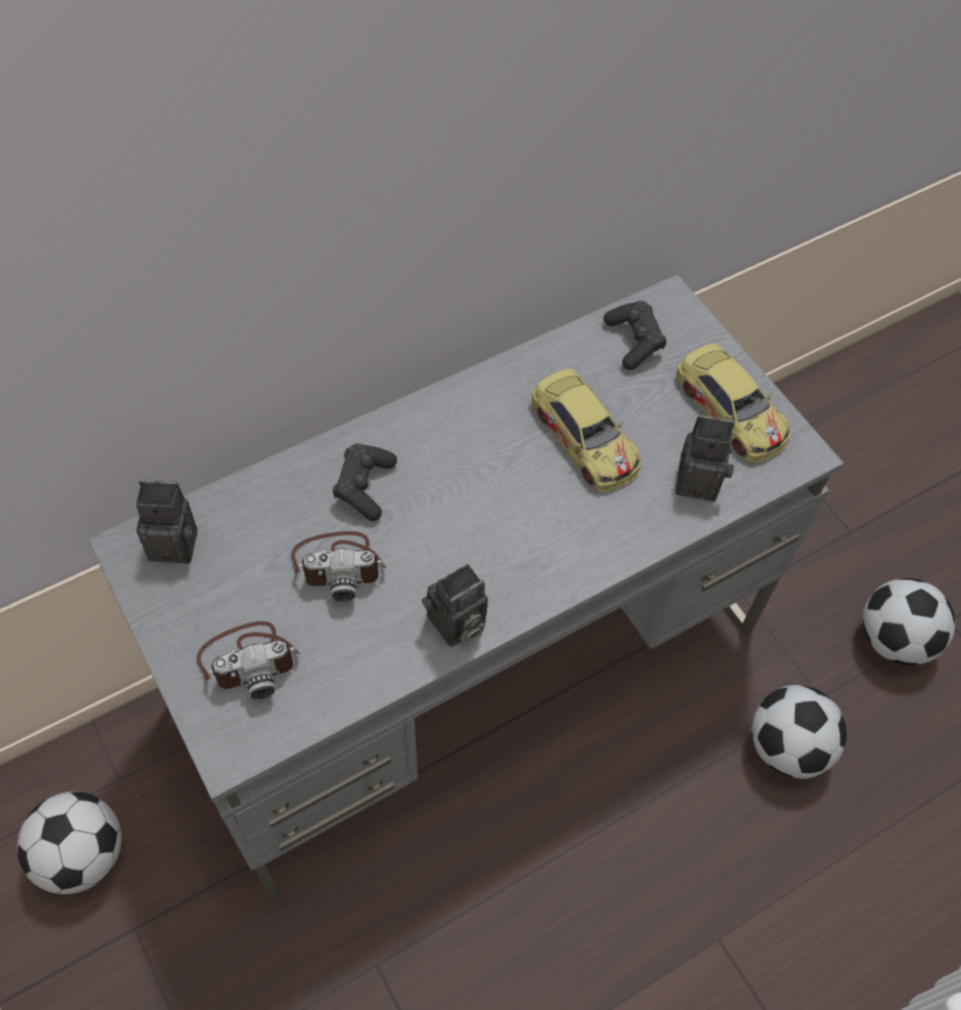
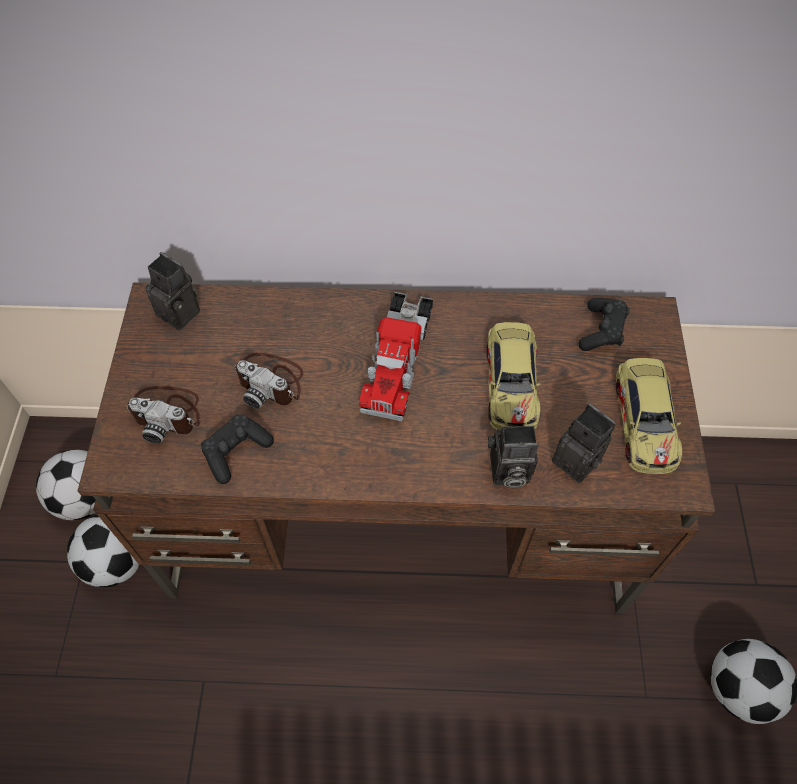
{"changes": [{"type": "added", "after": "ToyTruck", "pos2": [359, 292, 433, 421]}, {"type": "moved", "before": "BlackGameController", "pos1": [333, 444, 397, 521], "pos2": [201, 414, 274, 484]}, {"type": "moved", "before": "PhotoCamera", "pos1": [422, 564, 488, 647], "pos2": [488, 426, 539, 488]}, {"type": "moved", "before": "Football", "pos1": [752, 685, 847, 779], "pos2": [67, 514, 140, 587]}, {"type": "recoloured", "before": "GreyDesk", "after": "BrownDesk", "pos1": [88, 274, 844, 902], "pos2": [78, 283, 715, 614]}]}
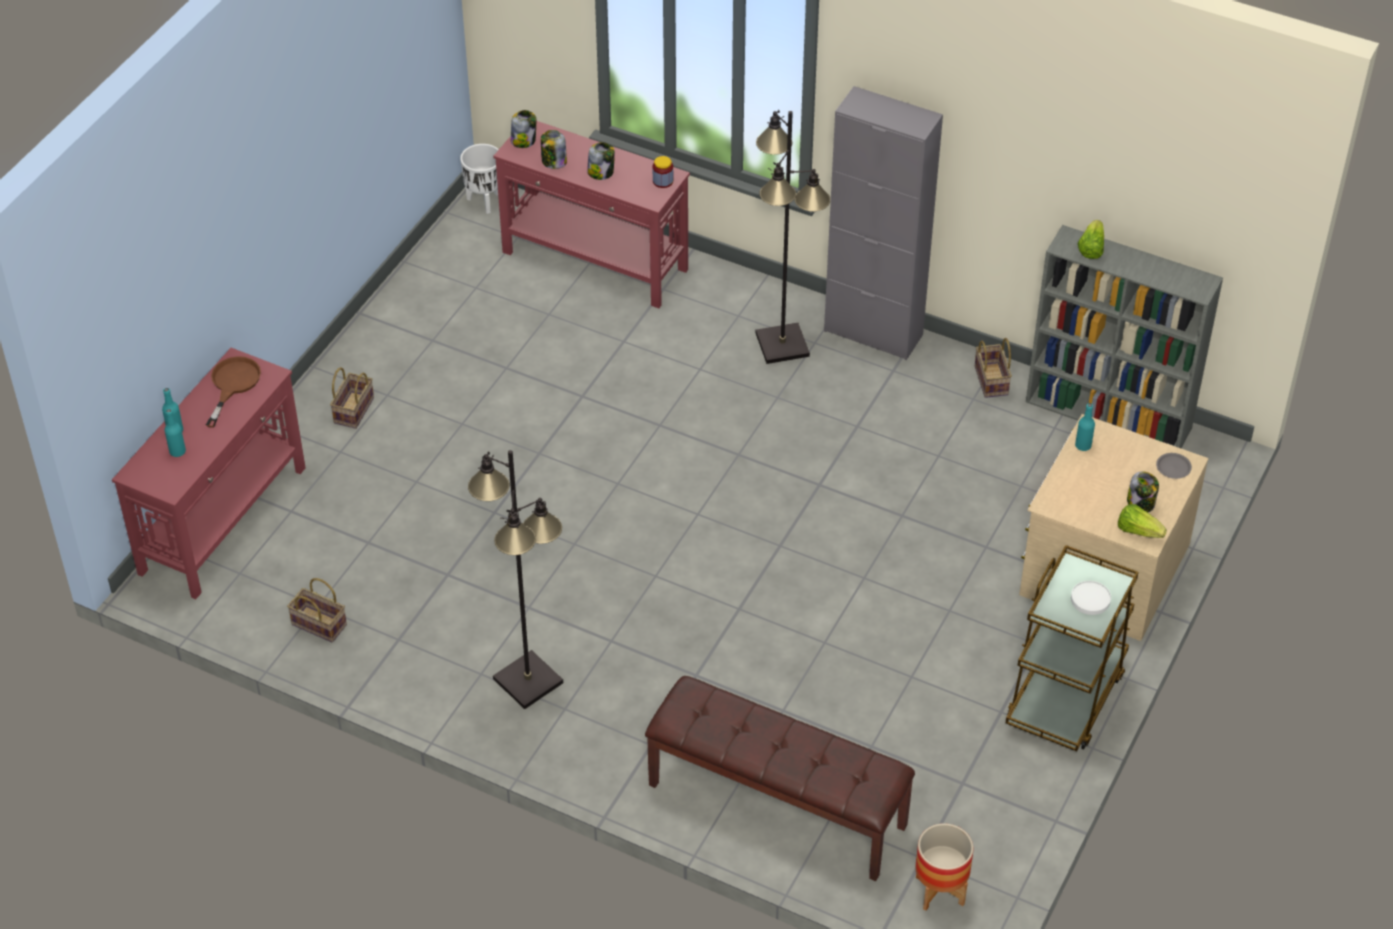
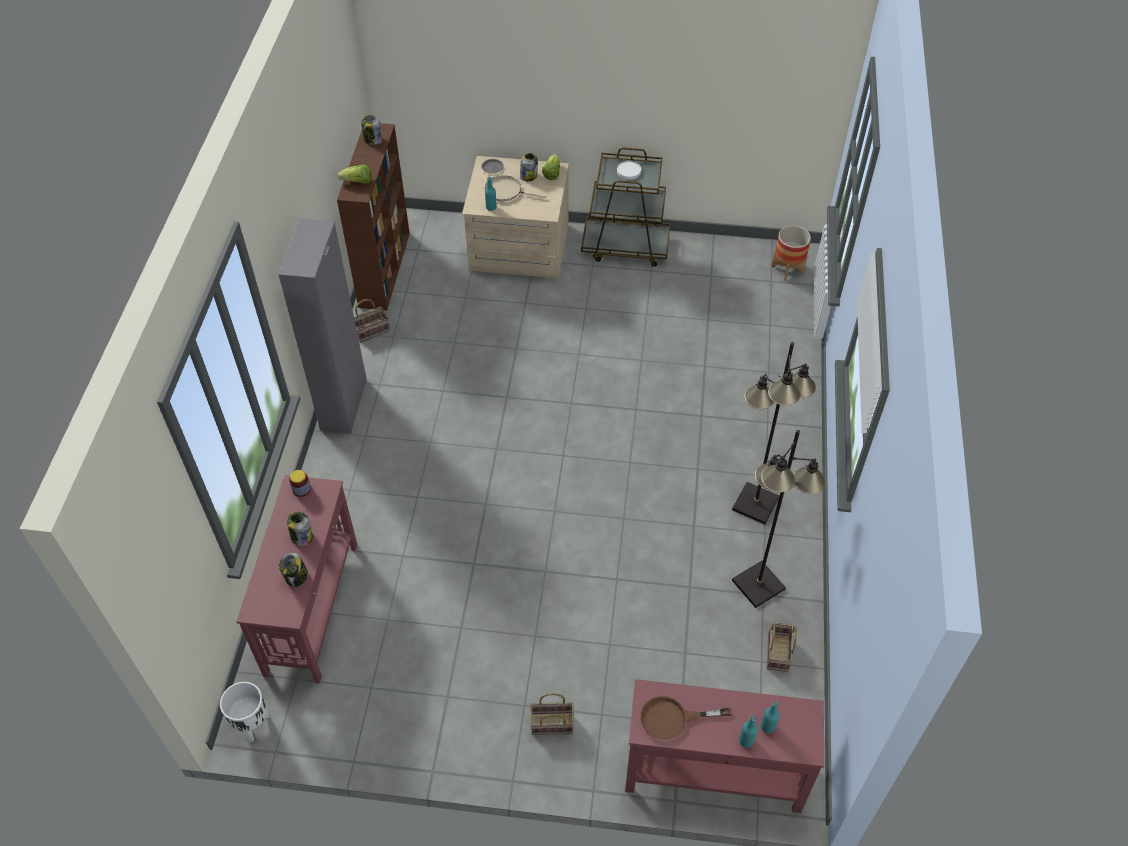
{"changes": [{"type": "removed", "before": "BrownBench", "pos1": [645, 676, 915, 881]}, {"type": "added", "after": "BeigeFryingPan", "pos2": [485, 175, 546, 201]}, {"type": "moved", "before": "Jar", "pos1": [511, 110, 536, 148], "pos2": [361, 115, 383, 145]}, {"type": "moved", "before": "BlackFloorLamp", "pos1": [756, 110, 830, 364], "pos2": [732, 430, 826, 608]}, {"type": "recoloured", "before": "GreyBookcase", "after": "BrownBookcase", "pos1": [1026, 225, 1223, 448], "pos2": [337, 123, 410, 311]}]}
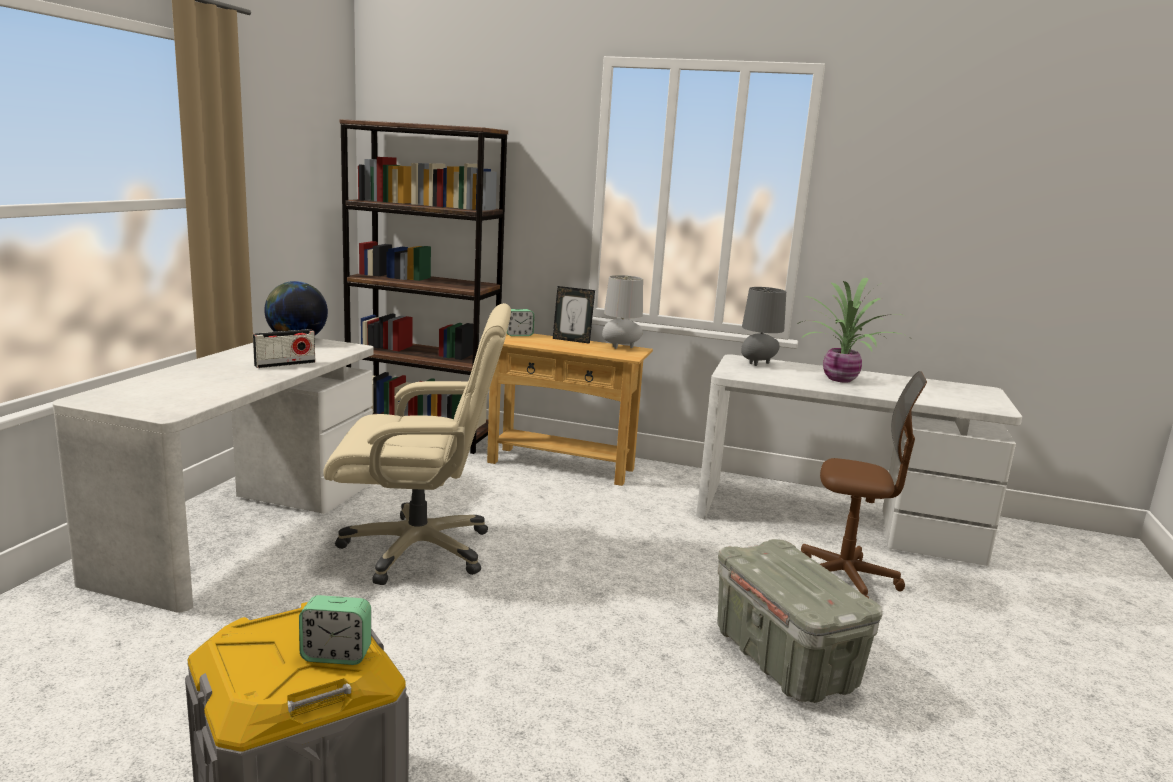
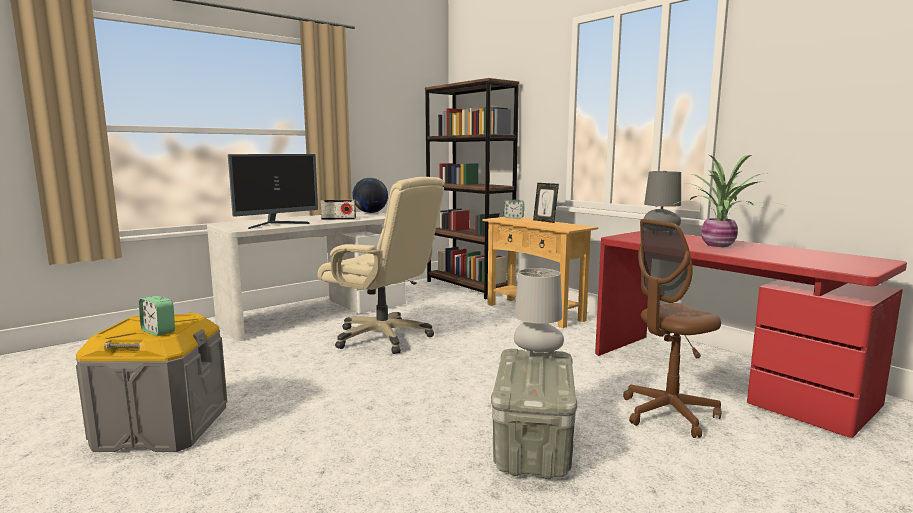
{"changes": [{"type": "added", "after": "Monitor", "pos2": [228, 154, 318, 229]}, {"type": "moved", "before": "GreyTableLamp", "pos1": [602, 275, 643, 349], "pos2": [514, 268, 564, 358]}, {"type": "recoloured", "before": "WhiteDesk", "after": "RedDesk", "pos1": [697, 355, 1022, 566], "pos2": [595, 231, 907, 438]}, {"type": "turned", "before": "BrownOfficeChair", "pos1": [801, 371, 927, 598], "pos2": [623, 219, 721, 438], "turn": 105}]}
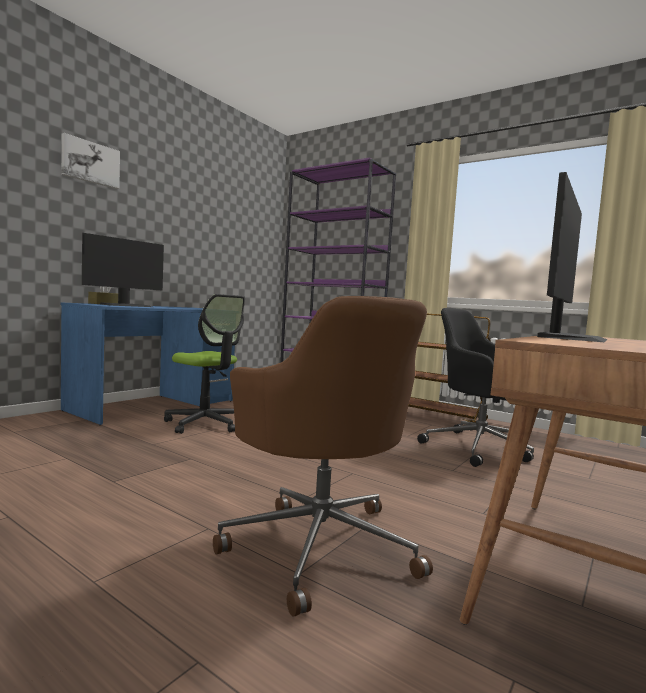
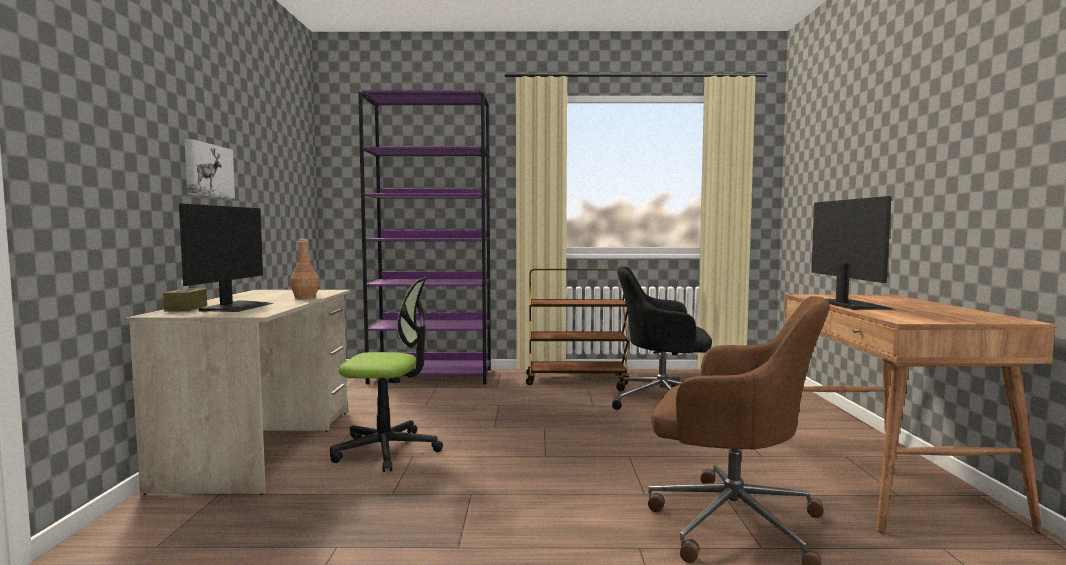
{"changes": [{"type": "added", "after": "BrownBottle", "pos2": [290, 239, 319, 299]}, {"type": "moved", "before": "Picture", "pos1": [61, 133, 120, 189], "pos2": [184, 139, 235, 199]}, {"type": "recoloured", "before": "BlueDesk", "after": "BeigeDesk", "pos1": [60, 302, 235, 425], "pos2": [126, 290, 350, 495]}]}
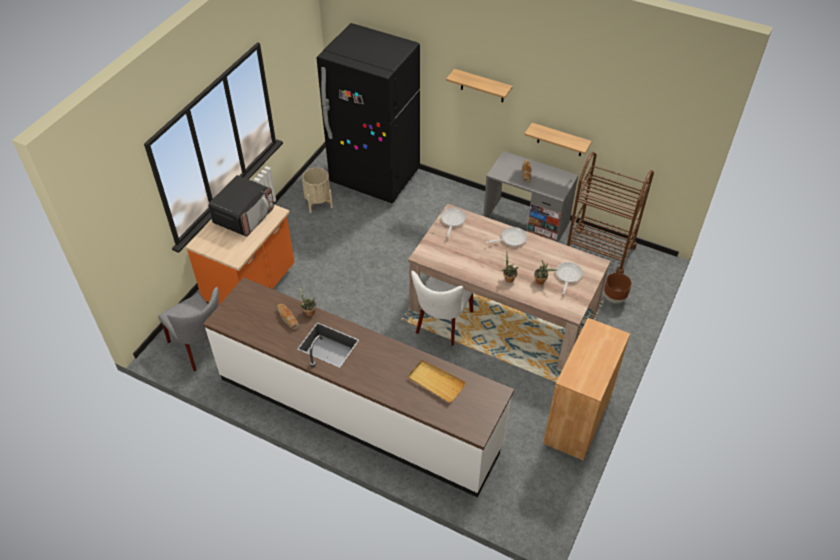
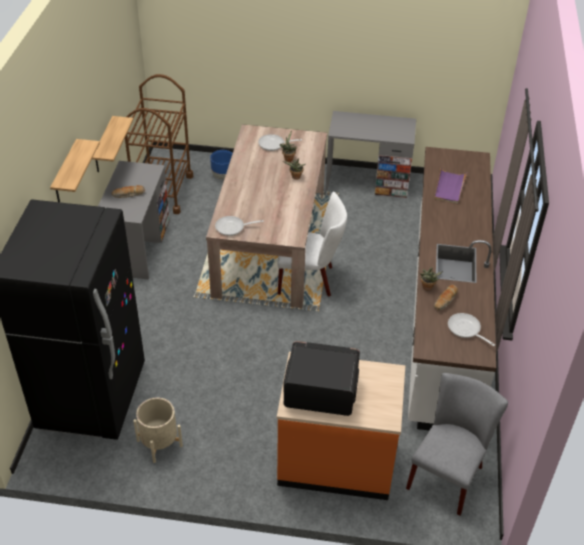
{"changes": [{"type": "moved", "before": "FryingPan", "pos1": [486, 227, 527, 246], "pos2": [448, 313, 495, 346]}, {"type": "replaced", "before": "BrownCabinet", "after": "GreyDesk", "pos1": [543, 318, 630, 460], "pos2": [325, 111, 416, 198]}, {"type": "recoloured", "before": "BeigeTray", "after": "PurpleTray", "pos1": [407, 360, 466, 403], "pos2": [435, 168, 467, 204]}, {"type": "recoloured", "before": "BrownPlanter", "after": "BluePlanter", "pos1": [604, 273, 632, 304], "pos2": [210, 150, 233, 180]}]}
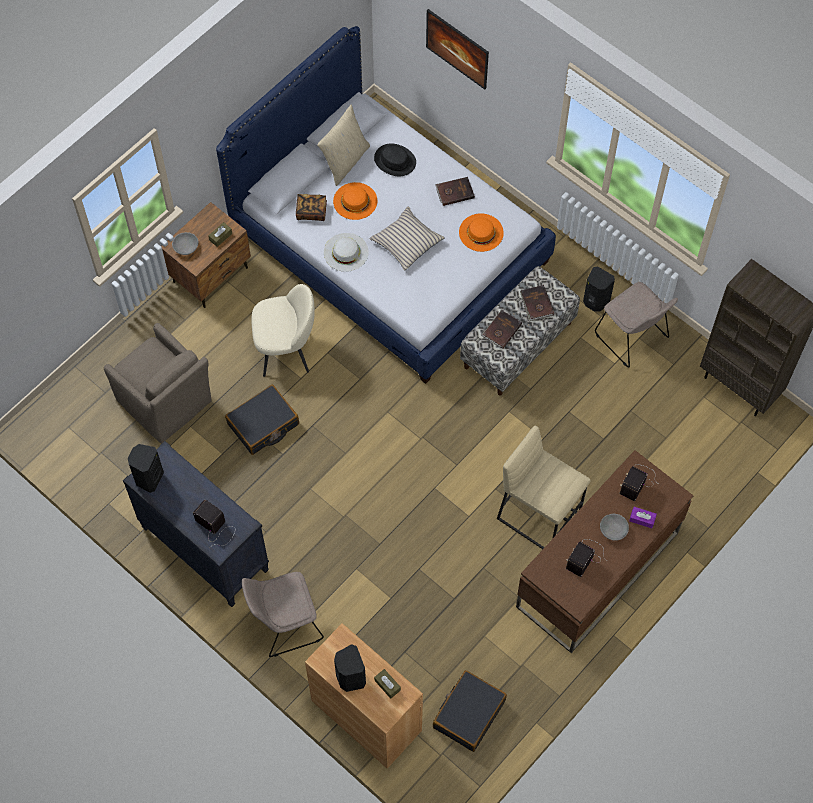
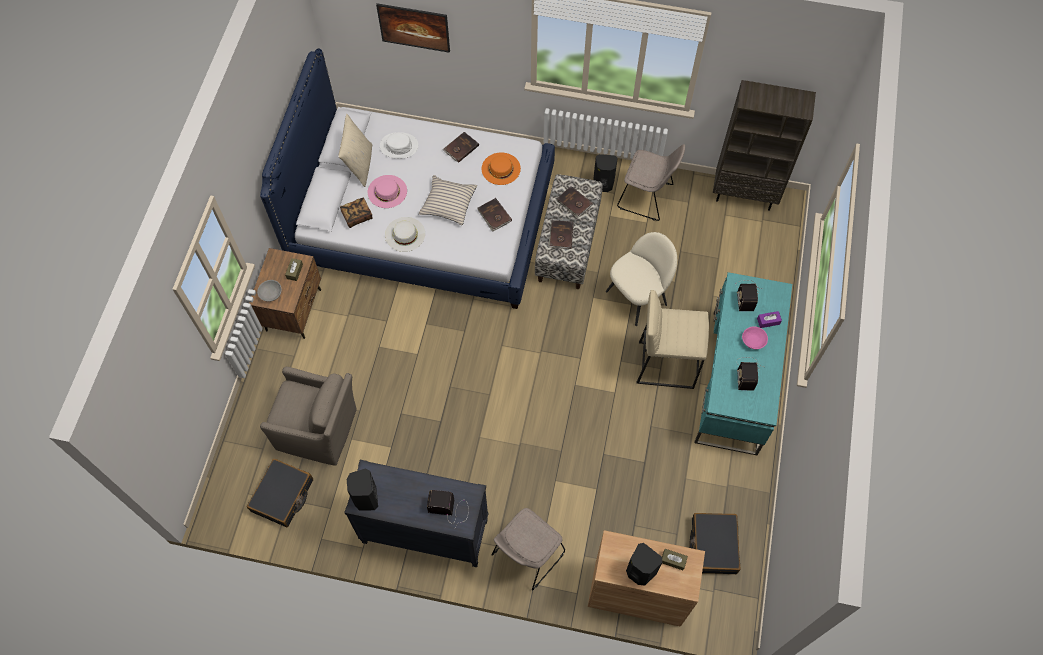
{"changes": [{"type": "added", "after": "BrownBook", "pos2": [477, 198, 512, 232]}, {"type": "moved", "before": "BlackSuitcase", "pos1": [225, 385, 299, 455], "pos2": [247, 459, 313, 527]}, {"type": "moved", "before": "BeigeChair", "pos1": [251, 284, 315, 377], "pos2": [606, 232, 677, 326]}, {"type": "recoloured", "before": "OrangeHat", "after": "PinkHat", "pos1": [333, 182, 377, 220], "pos2": [368, 175, 407, 208]}, {"type": "recoloured", "before": "BlackHat", "after": "WhiteHat", "pos1": [374, 143, 416, 176], "pos2": [380, 132, 418, 159]}, {"type": "recoloured", "before": "BrownDesk", "after": "TurquoiseDesk", "pos1": [516, 450, 693, 653], "pos2": [694, 272, 792, 455]}, {"type": "recoloured", "before": "GreyBowl", "after": "PinkBowl", "pos1": [600, 514, 629, 541], "pos2": [742, 326, 768, 349]}]}
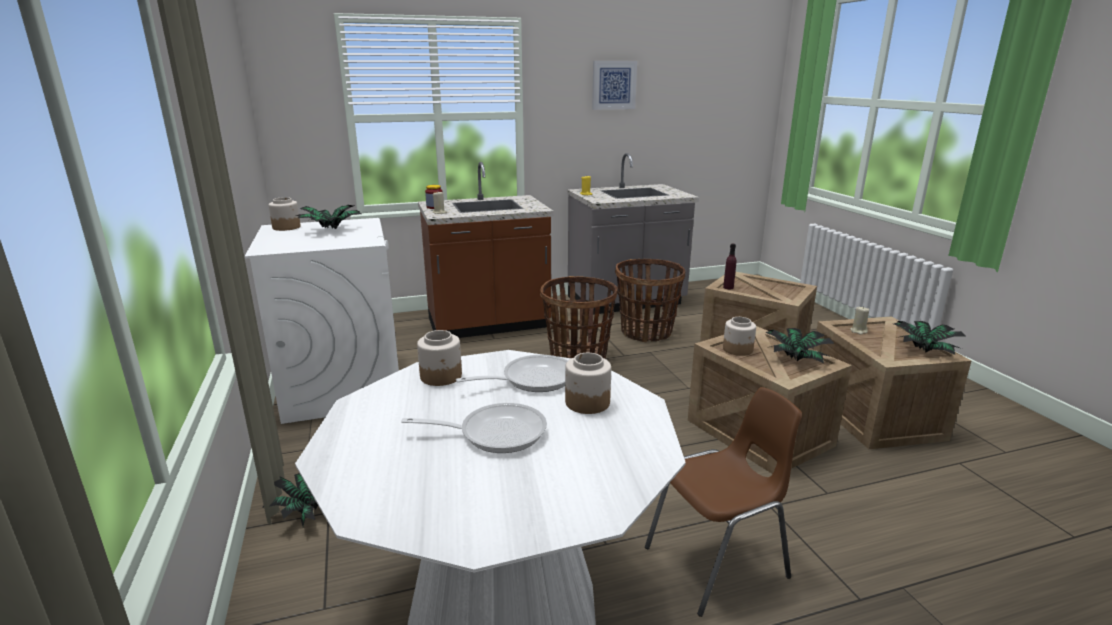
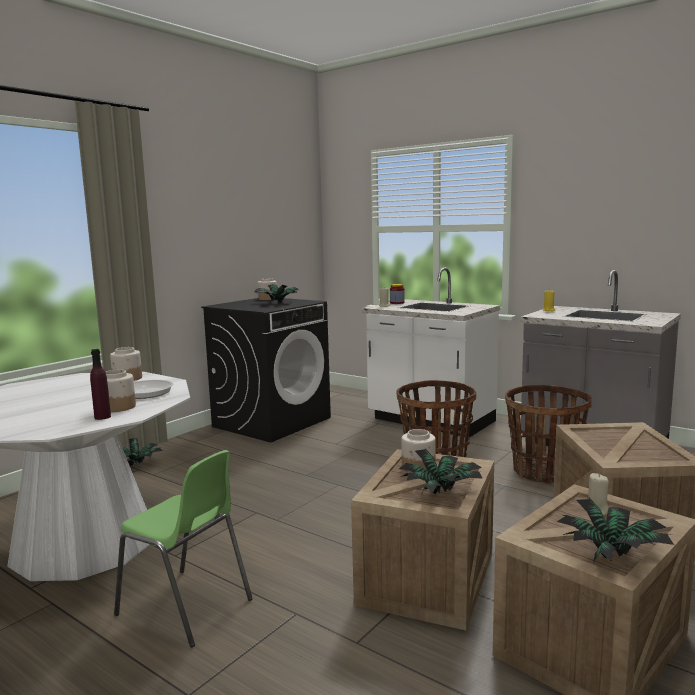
{"changes": [{"type": "removed", "before": "FryingPan", "pos1": [401, 403, 547, 453]}, {"type": "removed", "before": "Picture", "pos1": [592, 61, 637, 110]}, {"type": "moved", "before": "PurpleBottle", "pos1": [723, 244, 736, 289], "pos2": [90, 349, 111, 420]}, {"type": "recoloured", "before": "WhiteWashingMachine", "after": "BlackWashingMachine", "pos1": [244, 218, 399, 424], "pos2": [201, 298, 331, 443]}, {"type": "recoloured", "before": "BrownCounter", "after": "WhiteCounter", "pos1": [418, 162, 554, 338], "pos2": [362, 267, 500, 438]}, {"type": "recoloured", "before": "BrownChair", "after": "GreenChair", "pos1": [645, 387, 802, 617], "pos2": [114, 450, 253, 647]}]}
